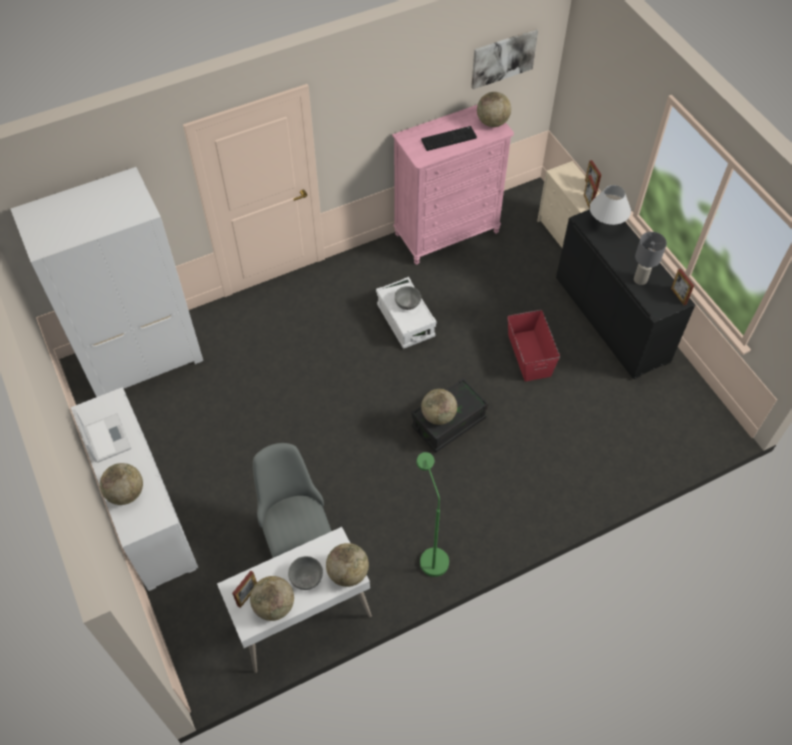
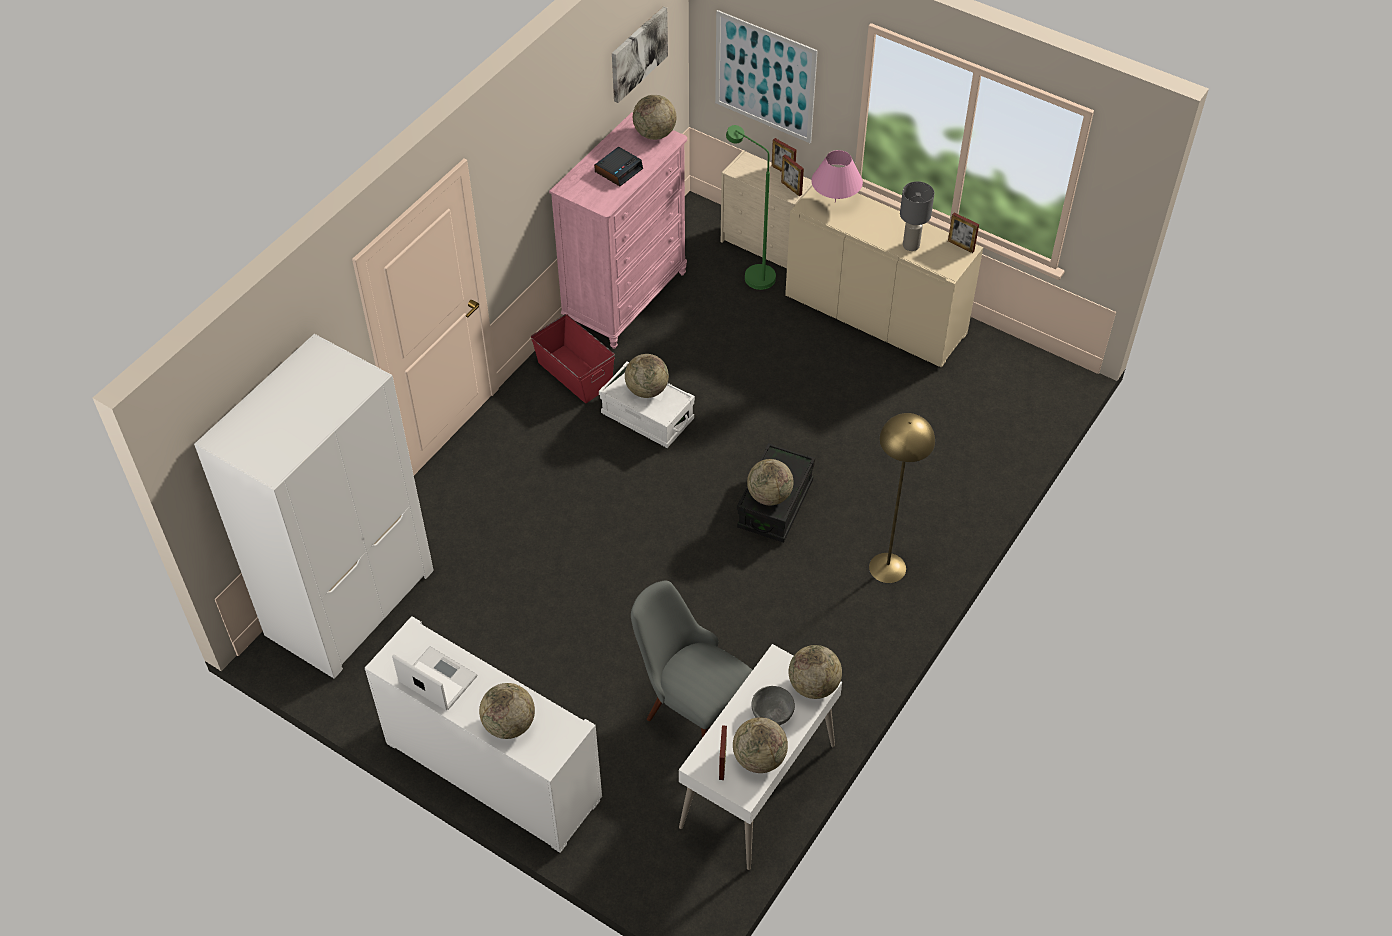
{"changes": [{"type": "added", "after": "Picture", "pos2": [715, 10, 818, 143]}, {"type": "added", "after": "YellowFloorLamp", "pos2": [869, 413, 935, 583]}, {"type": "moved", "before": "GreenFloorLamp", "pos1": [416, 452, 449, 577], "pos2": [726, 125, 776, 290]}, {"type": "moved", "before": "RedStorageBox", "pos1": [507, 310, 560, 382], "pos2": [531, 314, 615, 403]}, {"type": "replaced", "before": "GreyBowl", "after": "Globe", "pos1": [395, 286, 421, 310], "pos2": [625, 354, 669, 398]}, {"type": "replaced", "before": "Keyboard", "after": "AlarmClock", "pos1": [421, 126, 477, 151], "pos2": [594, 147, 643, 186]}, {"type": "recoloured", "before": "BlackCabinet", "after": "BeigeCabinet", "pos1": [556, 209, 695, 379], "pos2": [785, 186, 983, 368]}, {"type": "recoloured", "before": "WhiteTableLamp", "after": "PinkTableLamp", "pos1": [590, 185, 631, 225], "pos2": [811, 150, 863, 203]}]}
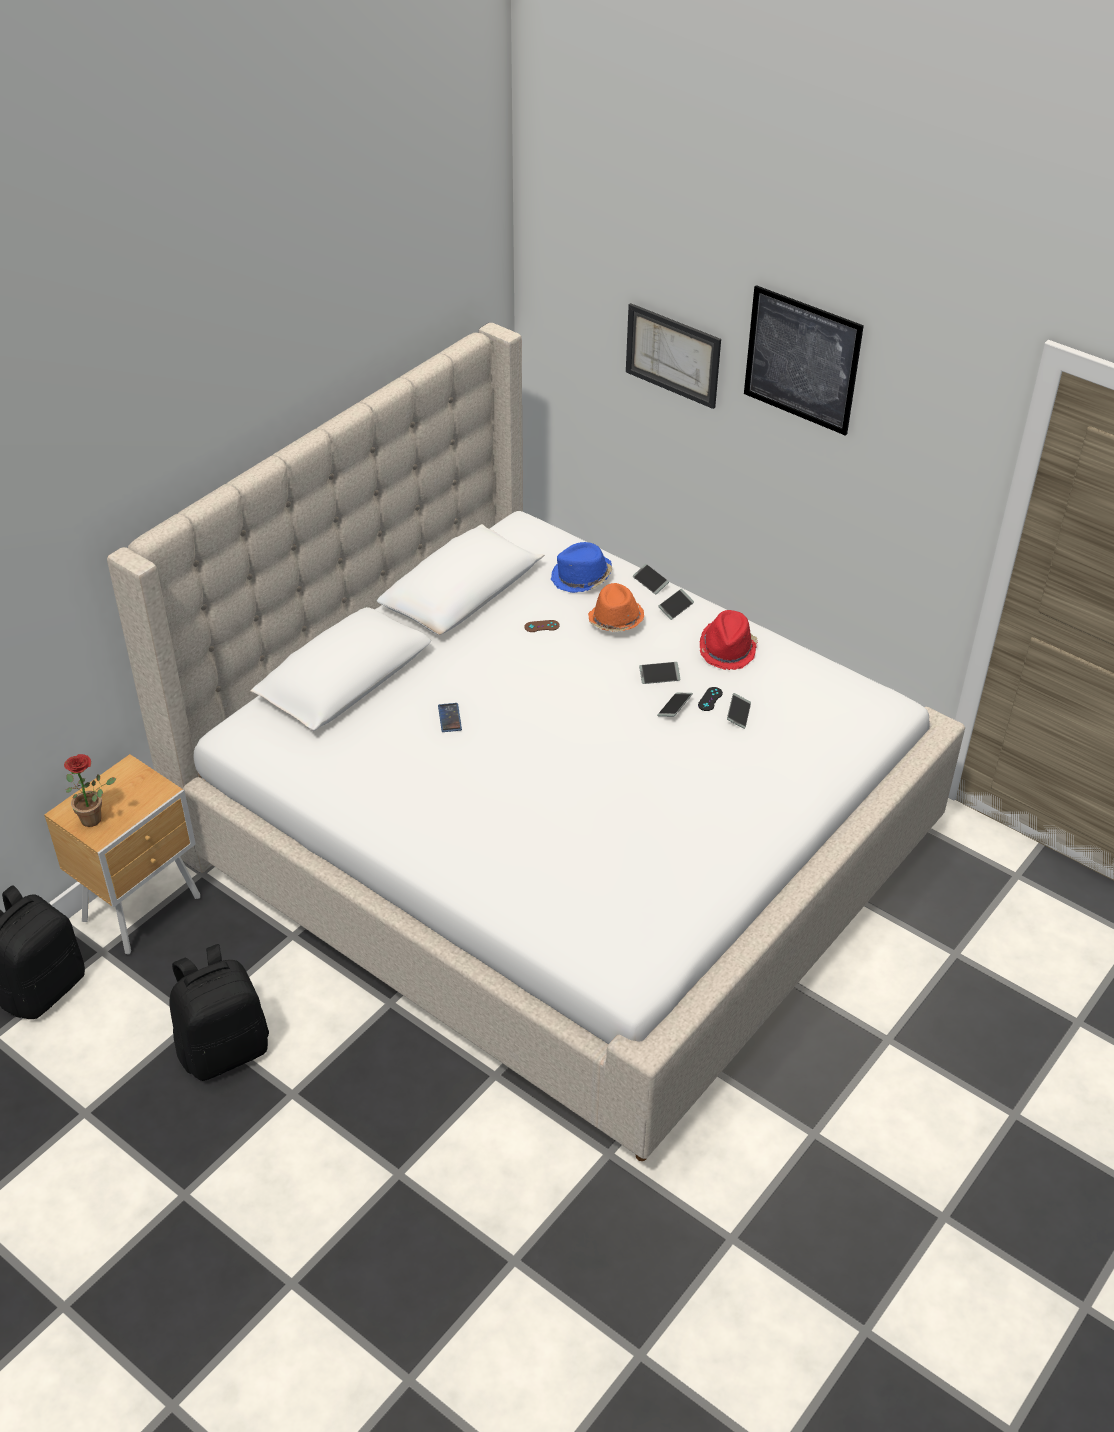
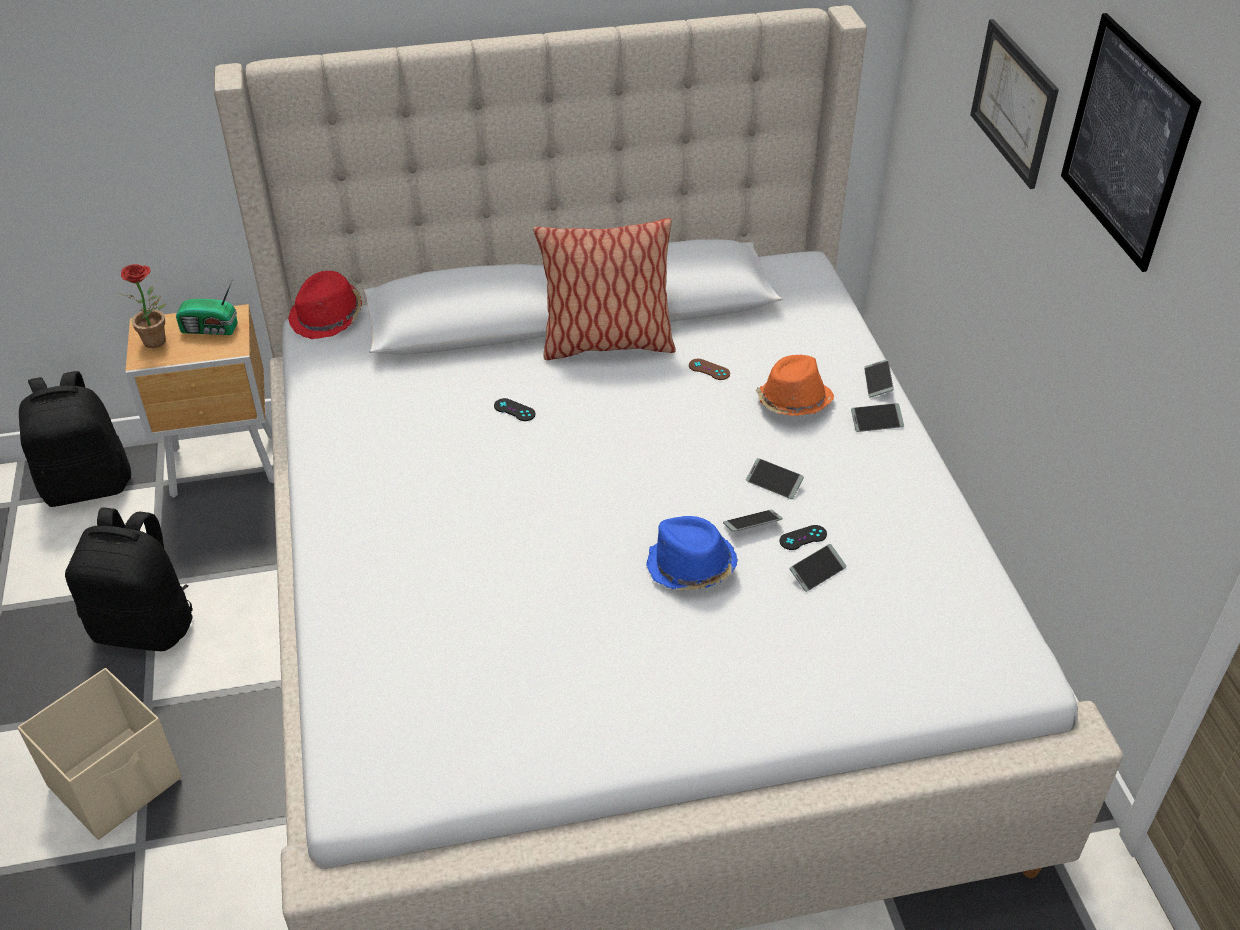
{"changes": [{"type": "added", "after": "BeigeStorageBox", "pos2": [17, 668, 181, 840]}, {"type": "added", "after": "Radio", "pos2": [176, 279, 238, 335]}, {"type": "added", "after": "Pillow", "pos2": [533, 218, 676, 360]}, {"type": "moved", "before": "BlueHat", "pos1": [551, 542, 612, 593], "pos2": [646, 516, 738, 591]}, {"type": "moved", "before": "RedHat", "pos1": [700, 610, 758, 670], "pos2": [288, 271, 362, 339]}, {"type": "replaced", "before": "Phone", "after": "BlackGameController", "pos1": [438, 703, 462, 732], "pos2": [494, 398, 535, 421]}]}
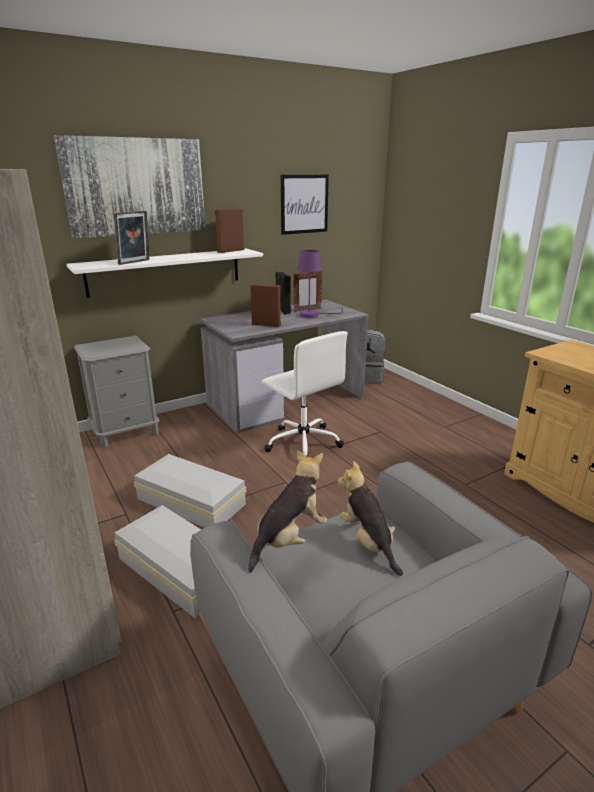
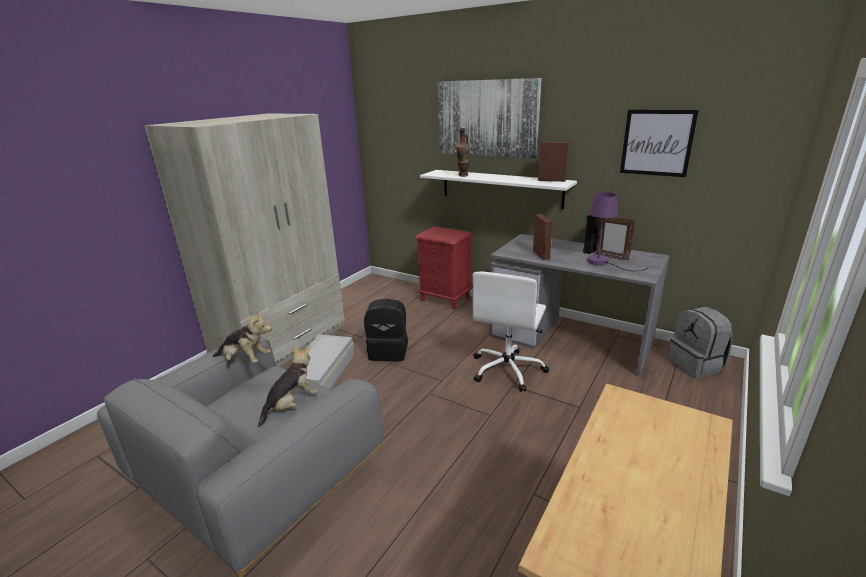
{"changes": [{"type": "replaced", "before": "PictureFrame", "after": "Vase", "pos1": [114, 211, 149, 265], "pos2": [456, 128, 470, 177]}, {"type": "replaced", "before": "WhiteStorageBox", "after": "BlackBackpack", "pos1": [134, 454, 246, 528], "pos2": [364, 299, 408, 361]}, {"type": "recoloured", "before": "GreyNightstand", "after": "RedNightstand", "pos1": [74, 336, 160, 448], "pos2": [415, 226, 473, 309]}]}
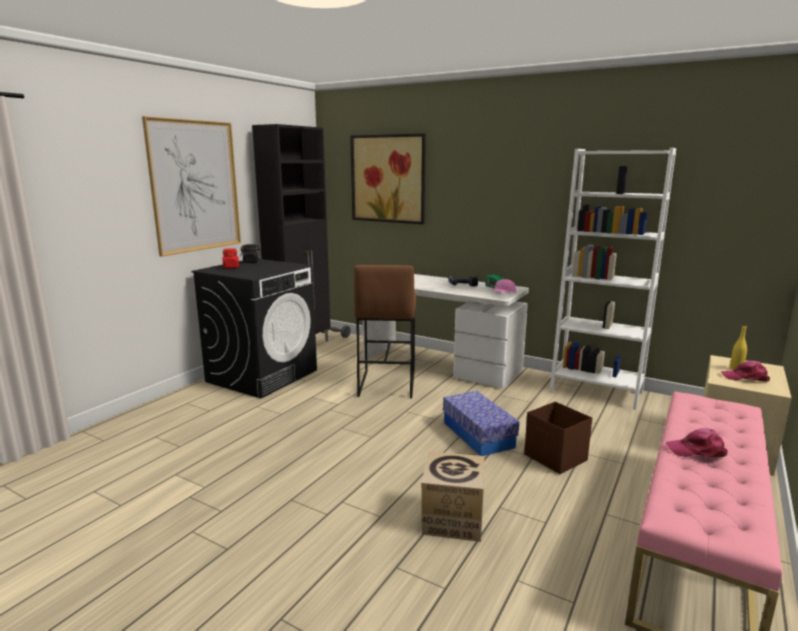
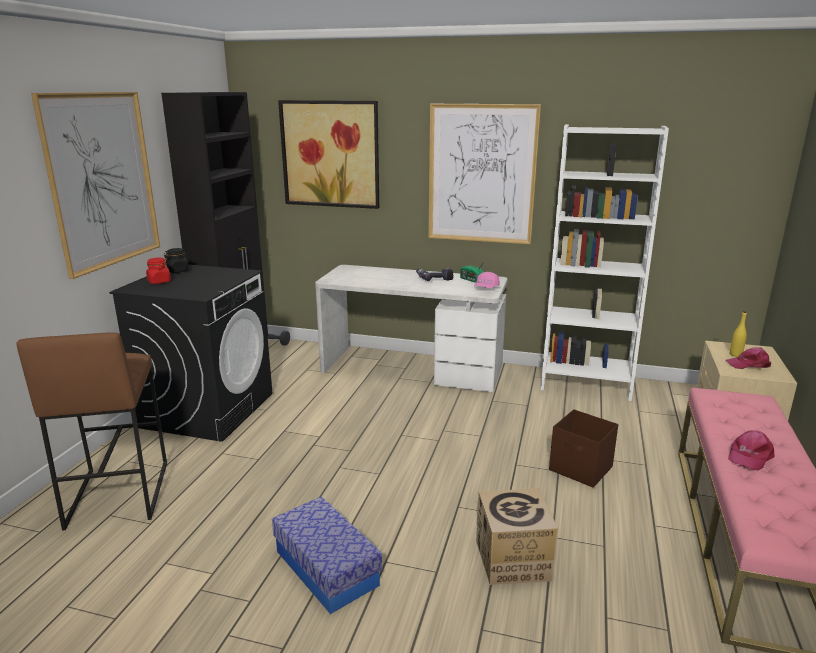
{"changes": [{"type": "added", "after": "Picture", "pos2": [429, 104, 541, 244]}, {"type": "moved", "before": "BrownStool", "pos1": [354, 265, 416, 398], "pos2": [16, 332, 167, 531]}, {"type": "moved", "before": "StorageBox", "pos1": [443, 391, 519, 456], "pos2": [272, 496, 382, 614]}, {"type": "turned", "before": "PinkCap", "pos1": [666, 428, 728, 458], "pos2": [728, 431, 775, 471], "turn": -45}]}
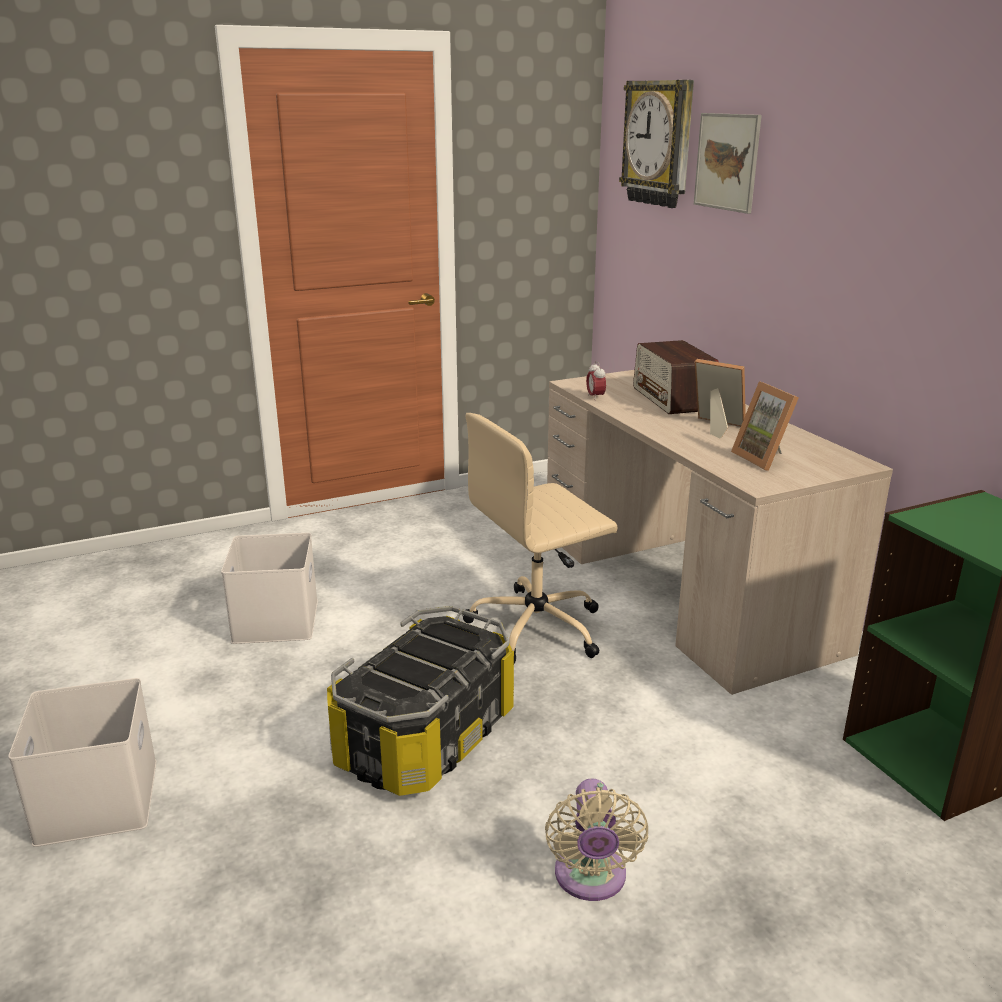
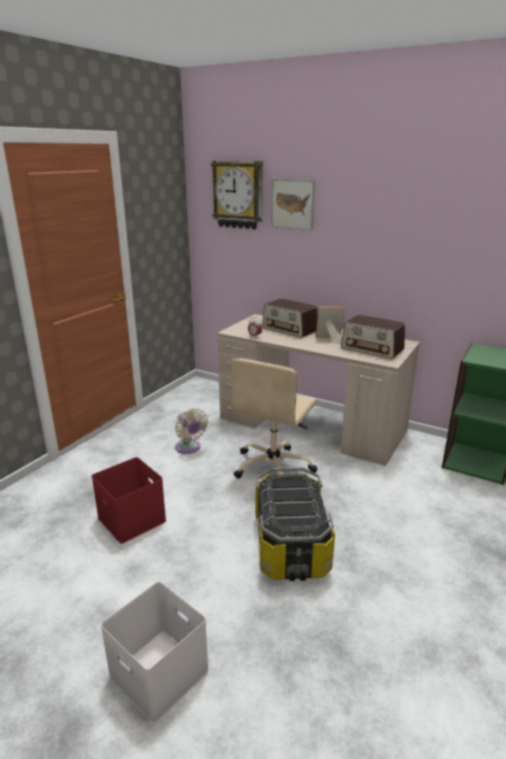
{"changes": [{"type": "moved", "before": "BeigeFan", "pos1": [545, 778, 648, 901], "pos2": [175, 408, 208, 454]}, {"type": "replaced", "before": "PictureFrame", "after": "Radio", "pos1": [731, 381, 799, 471], "pos2": [341, 315, 405, 359]}, {"type": "recoloured", "before": "WhiteStorageBox", "after": "RedStorageBox", "pos1": [221, 533, 318, 644], "pos2": [92, 457, 166, 544]}]}
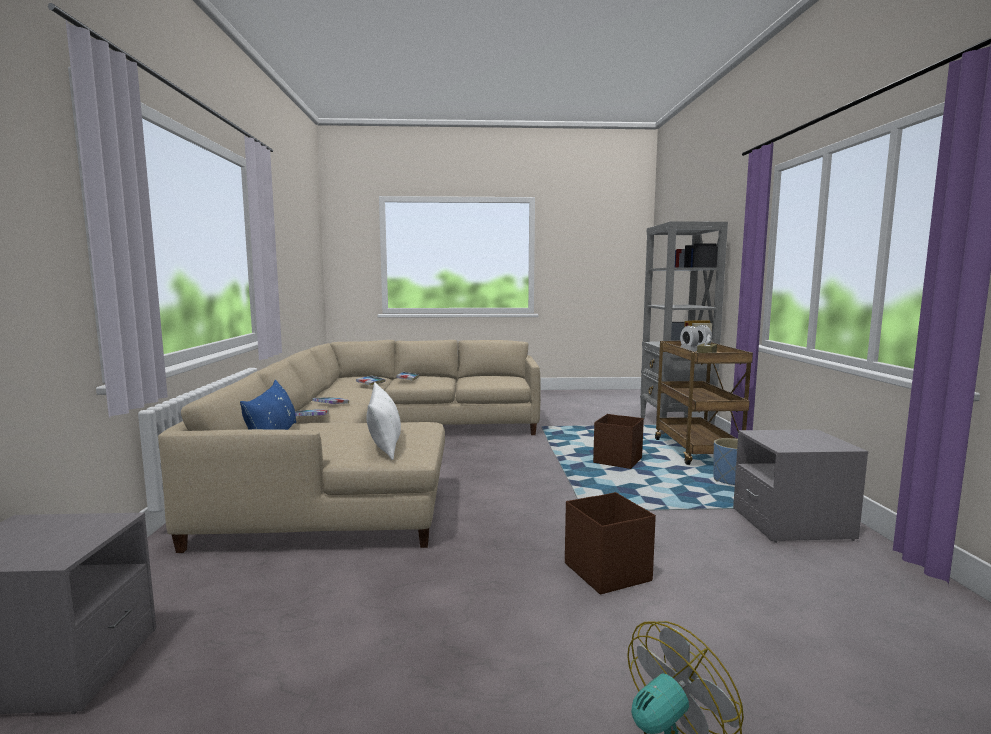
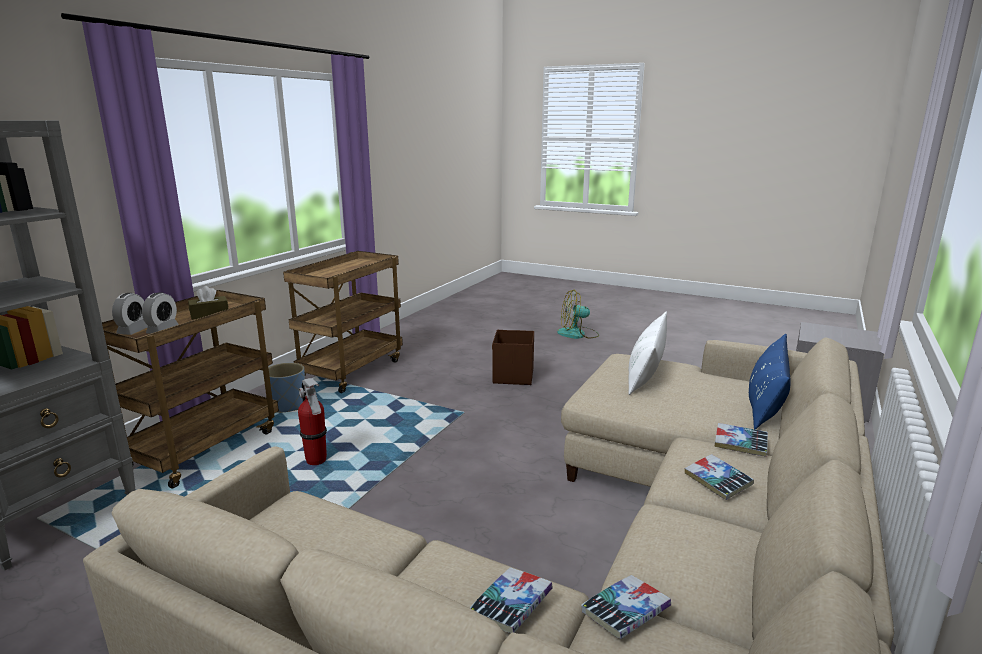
{"changes": [{"type": "replaced", "before": "BrownStorageBox", "after": "FireExtinguisher", "pos1": [593, 414, 644, 469], "pos2": [298, 378, 327, 465]}, {"type": "replaced", "before": "GreyNightstand", "after": "BrownCart", "pos1": [733, 429, 868, 543], "pos2": [283, 251, 403, 393]}]}
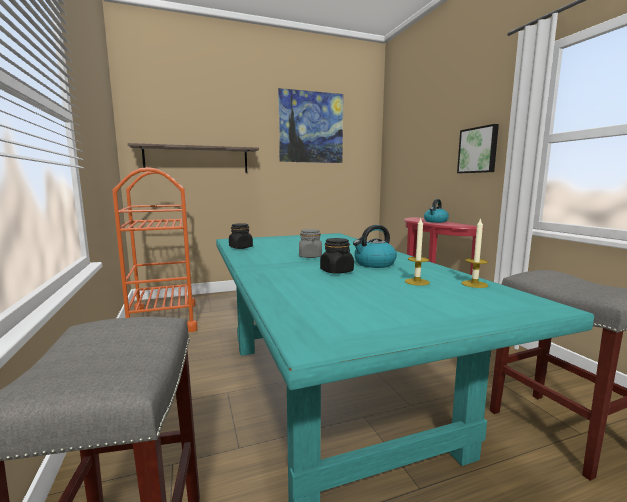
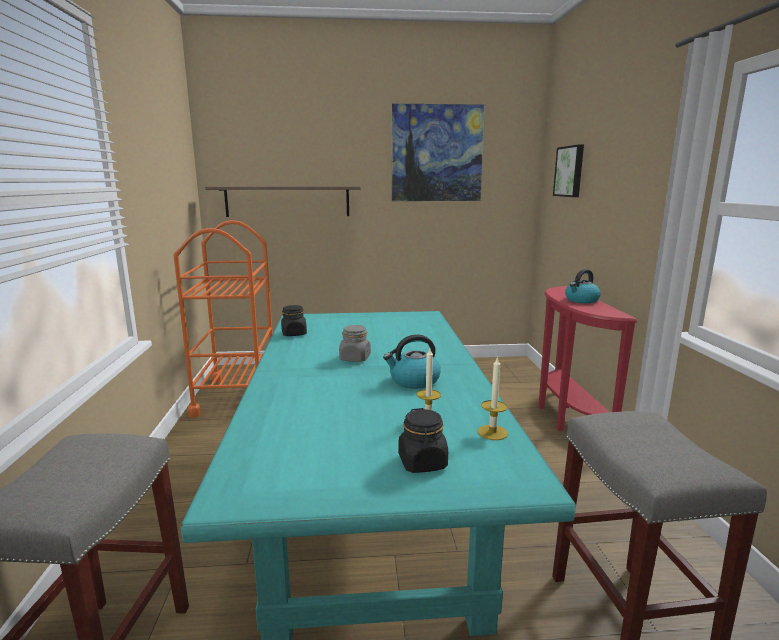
{"changes": [{"type": "moved", "before": "BlackJar", "pos1": [320, 238, 354, 274], "pos2": [398, 408, 448, 473]}, {"type": "moved", "before": "Picture", "pos1": [457, 124, 499, 173], "pos2": [553, 145, 584, 197]}]}
